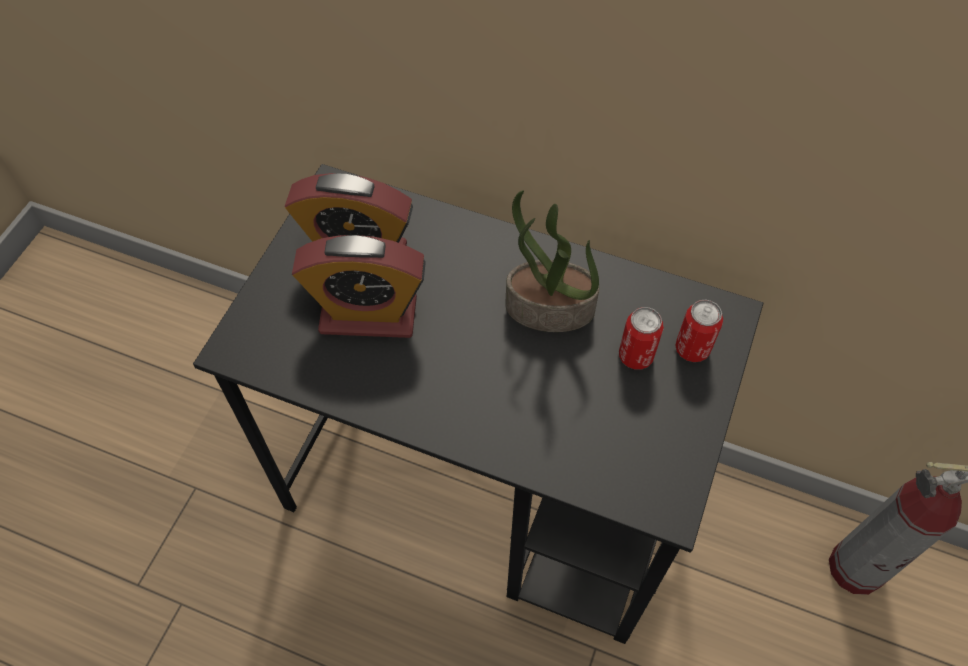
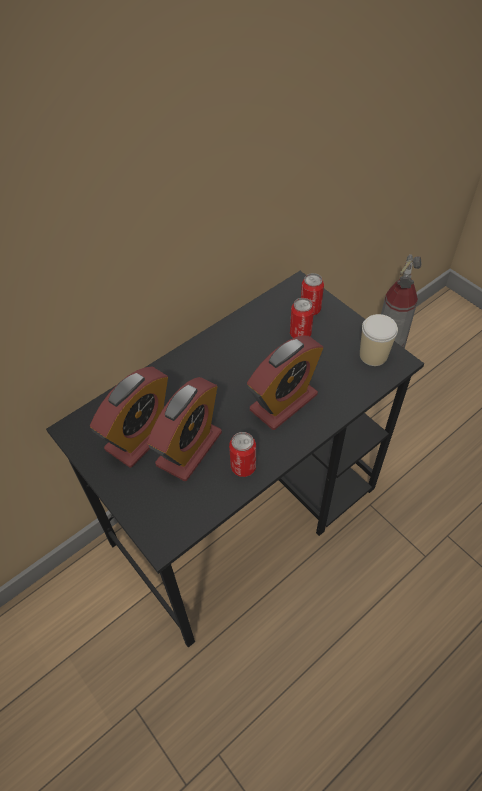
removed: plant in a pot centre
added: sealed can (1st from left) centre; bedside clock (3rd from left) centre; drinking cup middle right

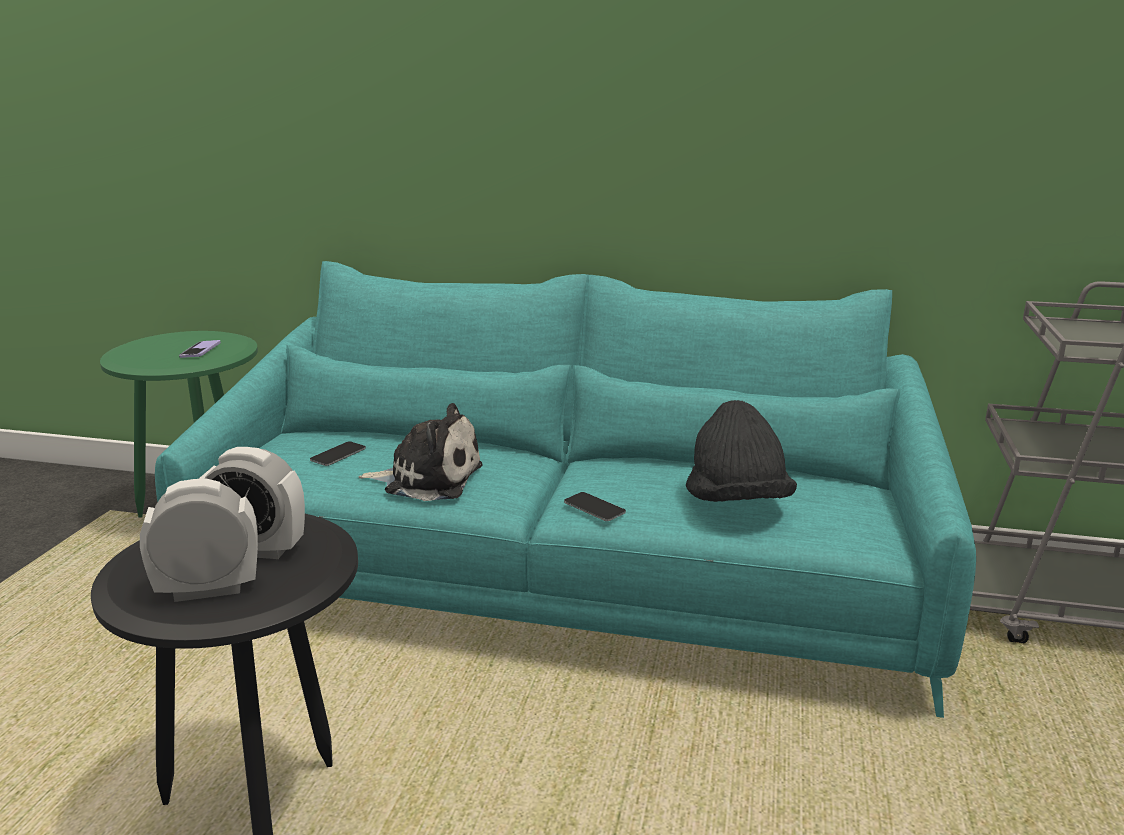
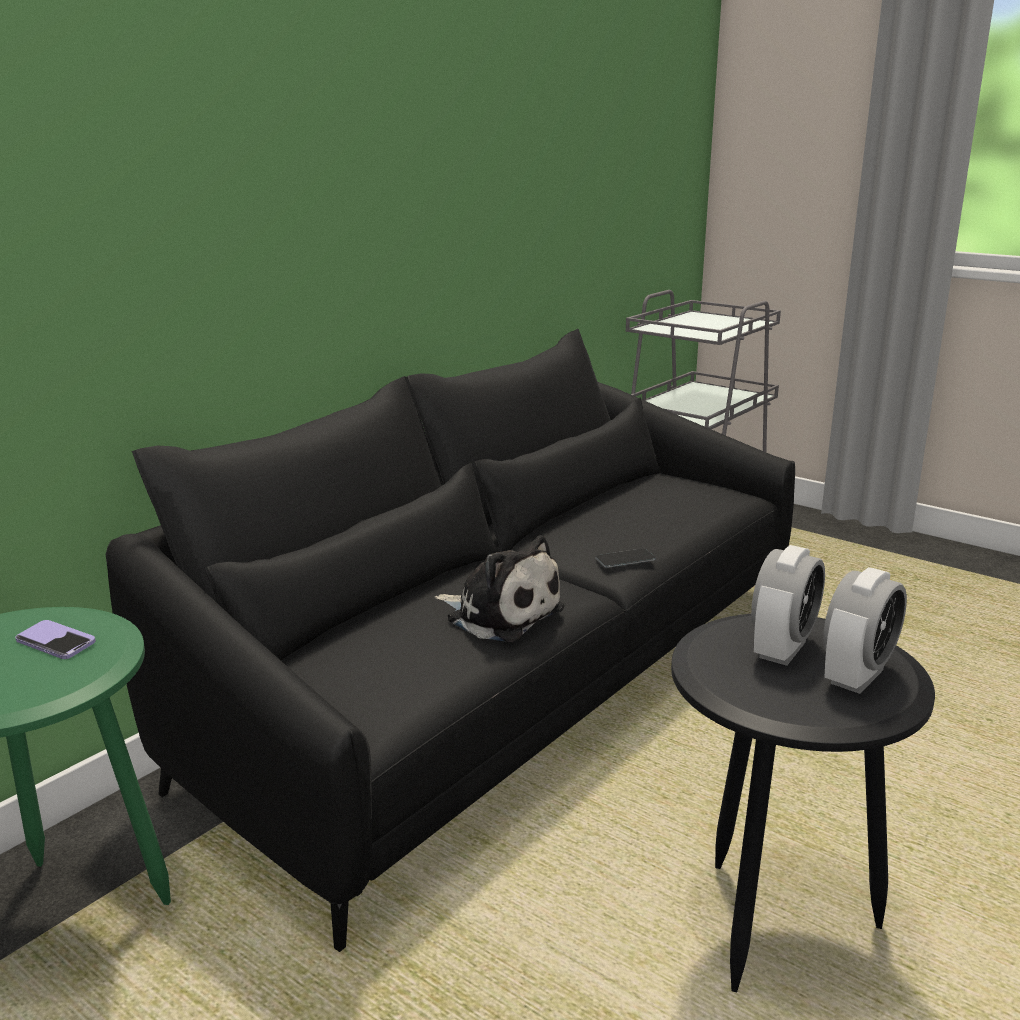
removed: phone (2nd from left) middle left; blackish clothing hat centre
recoloured: turquoise-coloured settee centre to blackish settee centre
turned: bedside clock (1st from left in the first image) middle left = middle right 150 degrees counterclockwise; cuddly toy centre = centre 90 degrees clockwise

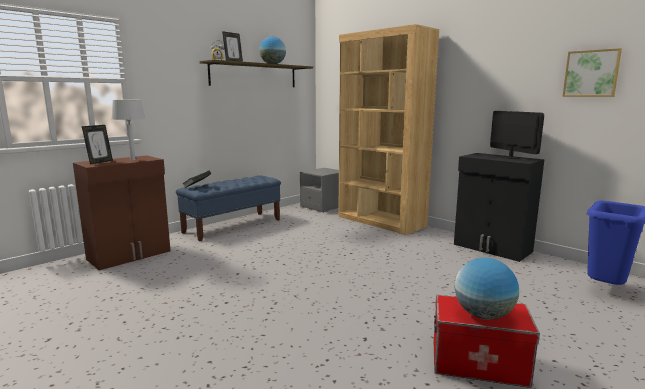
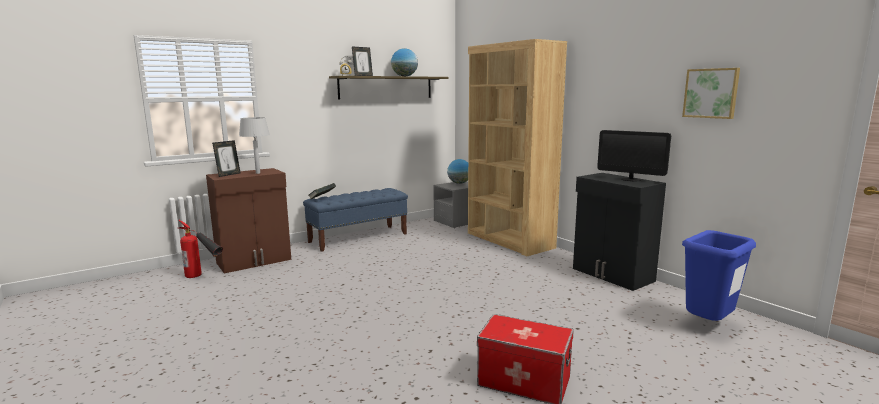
added: fire-fighting cylinder middle left
moved: globe (2nd from left) bottom right to centre
turned: computer display middle right = middle right 135 degrees clockwise

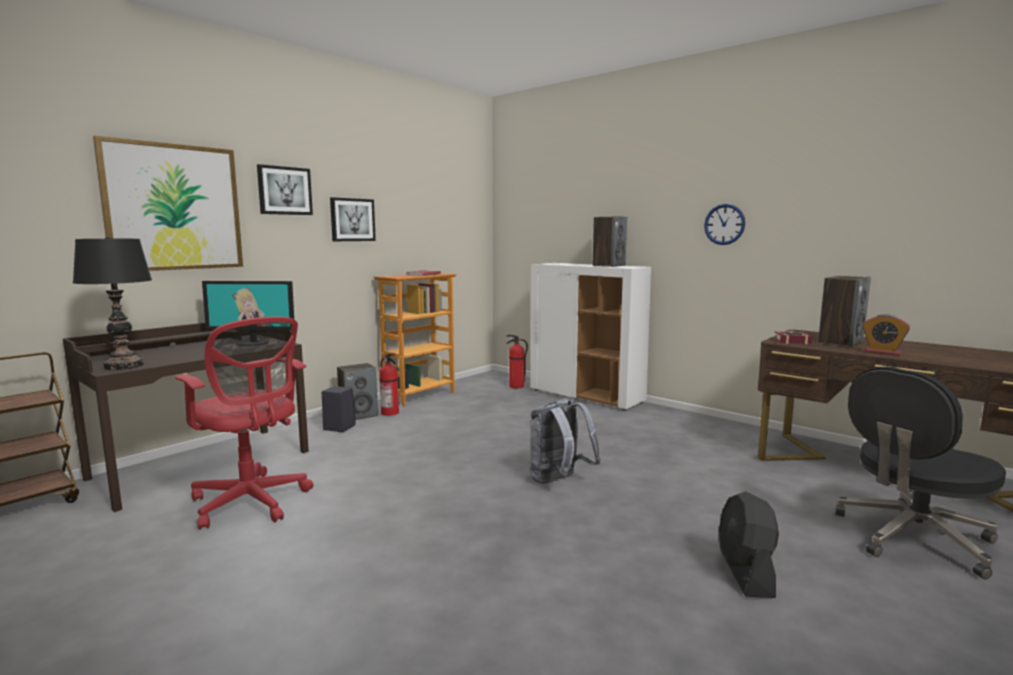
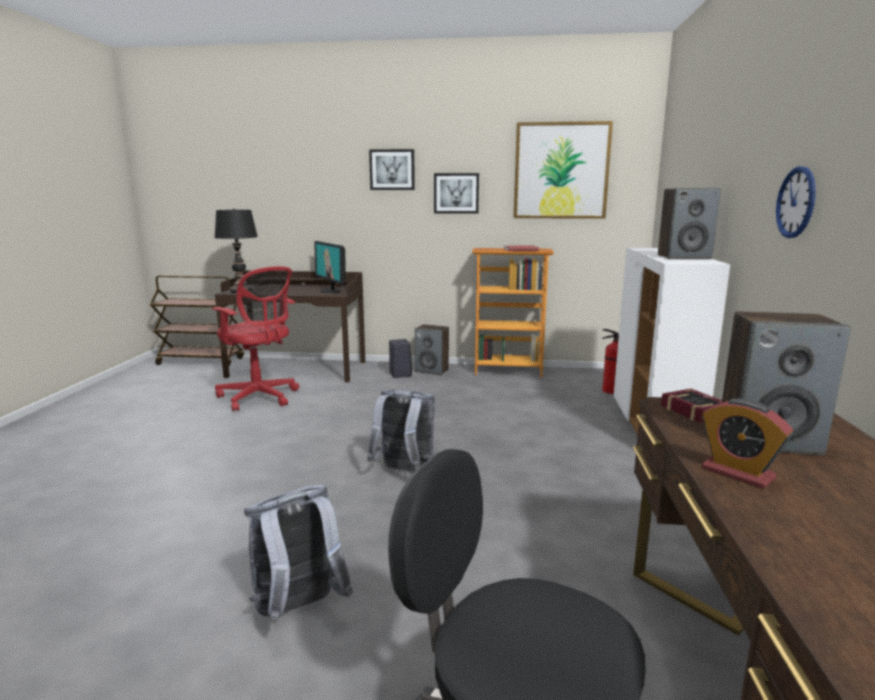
removed: fire-fighting cylinder (1st from left) centre
moved: wall art (1st from left in the first image) top left to wall art (3rd from left) top centre
replaced: blackish cooling fan bottom right to gray backpack (1st from left) bottom centre
turned: reddish computer chair middle left = middle left 60 degrees counterclockwise; bedside clock middle right = middle right 45 degrees counterclockwise

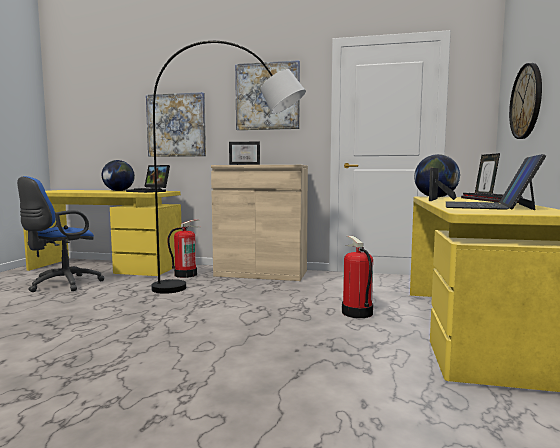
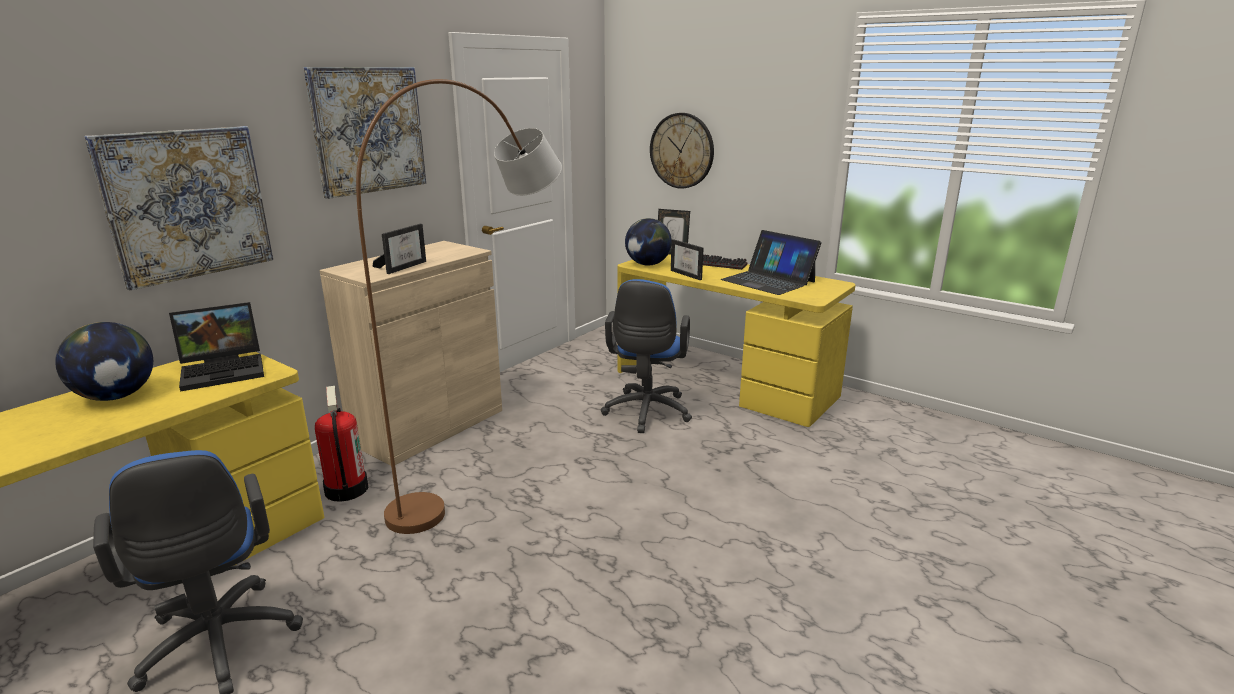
replaced: fire-fighting cylinder (2nd from left) centre to blue-coloured computer chair (2nd from left) centre
recoloured: gray floor lamp centre to brown-coloured floor lamp centre

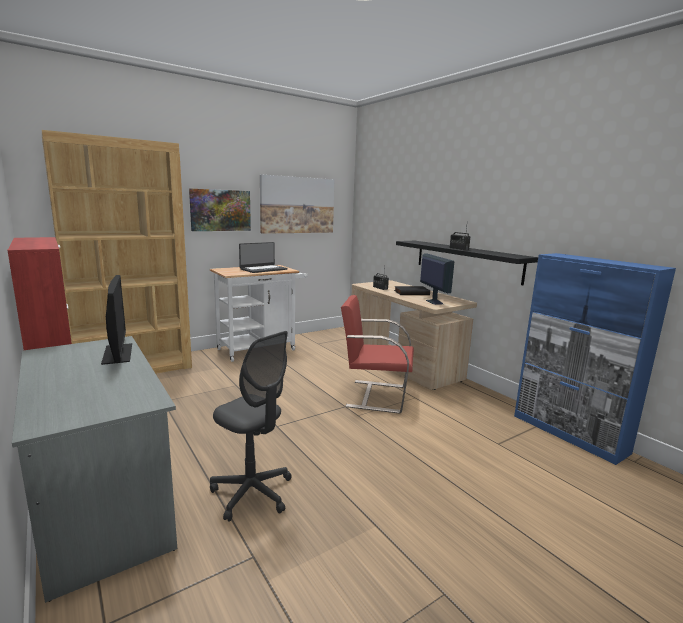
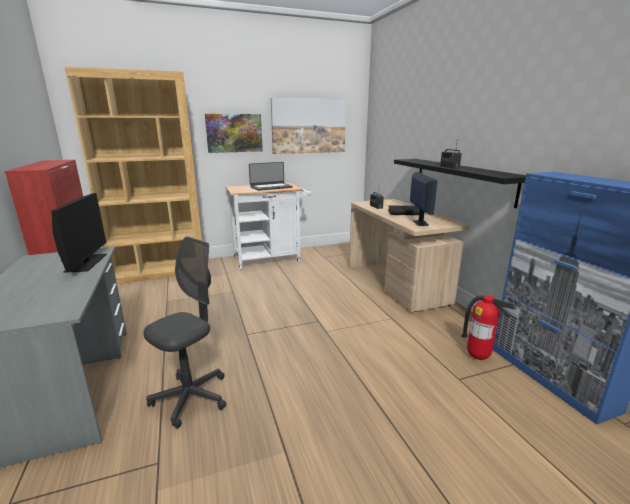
removed: reddish chair centre
added: fire-fighting cylinder middle right
turned: gray computer chair bottom centre = middle left 105 degrees counterclockwise

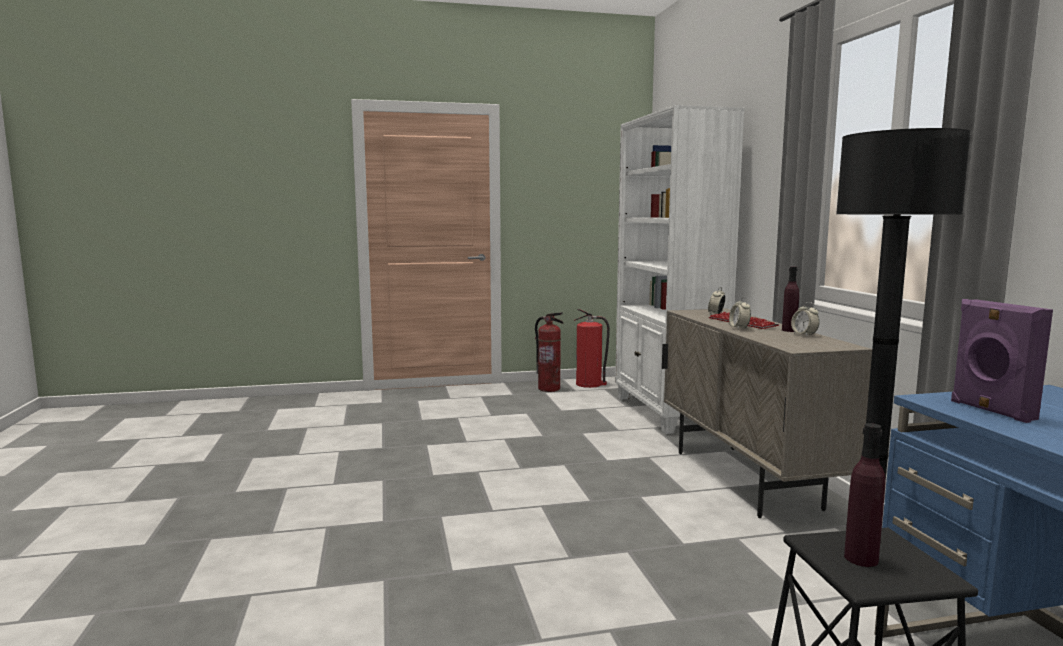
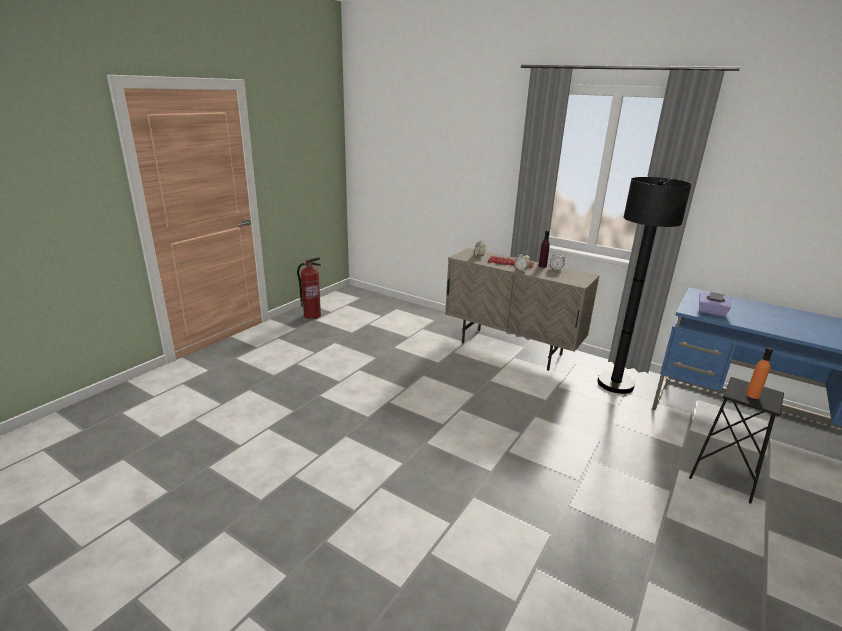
removed: fire-fighting cylinder (2nd from left) centre; white-coloured bookcase centre
replaced: purplish speaker middle right to purplish tissue holder middle right
recoloured: purplish drink bottle (2nd from left) bottom right to orangey drink bottle middle right

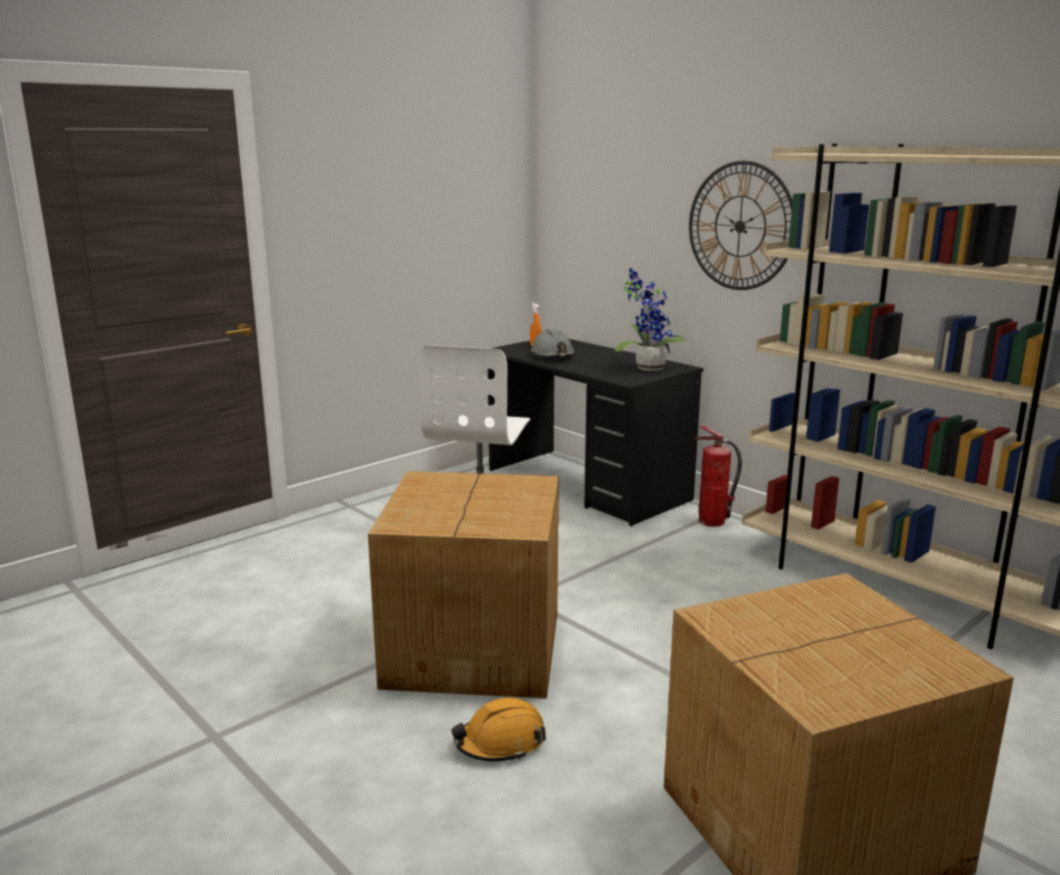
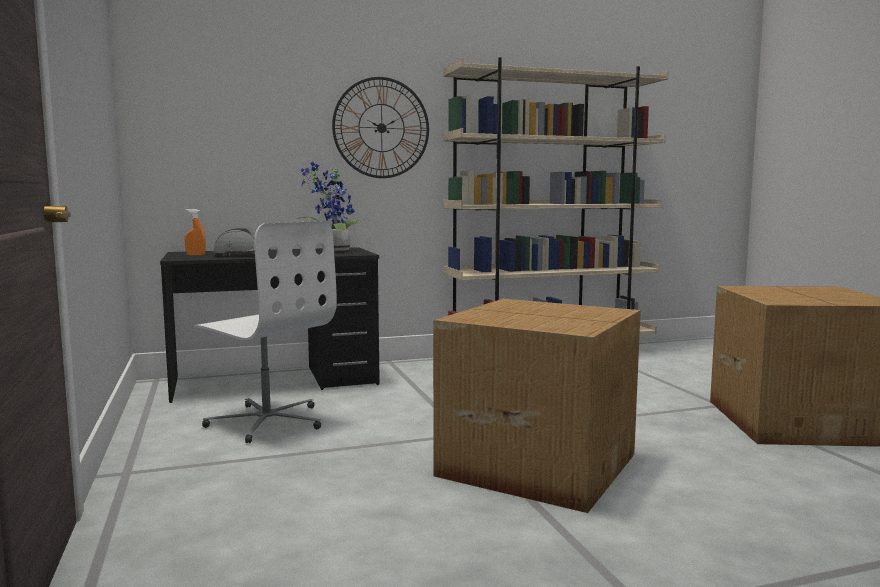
removed: orangey hard hat bottom centre; fire-fighting cylinder middle right

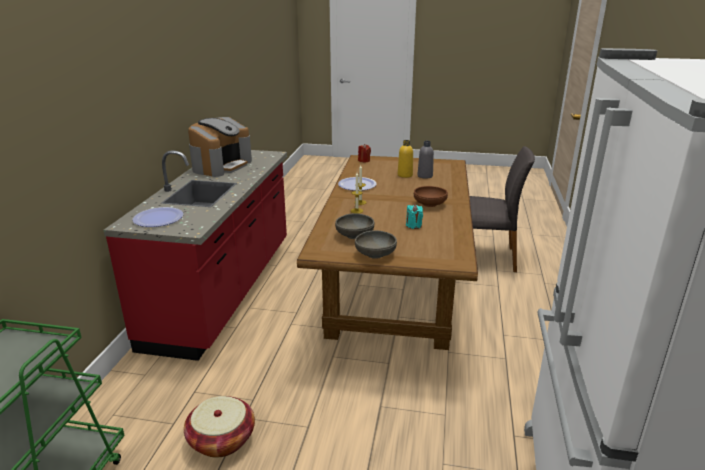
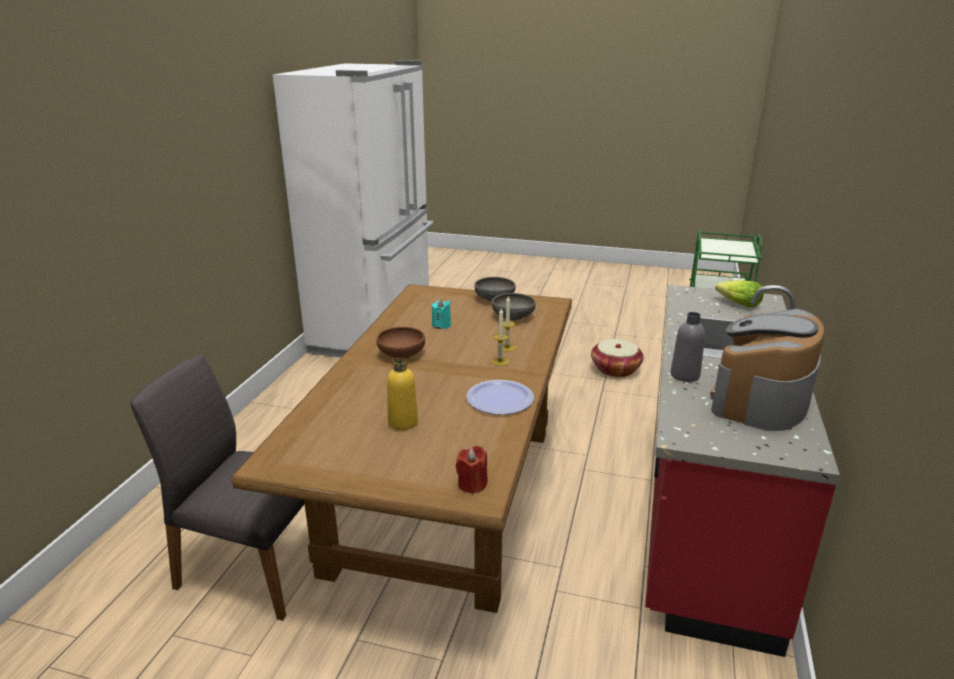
moved: gray drink bottle centre to middle right
replaced: dinner plate (1st from left) middle left to head of lettuce middle right

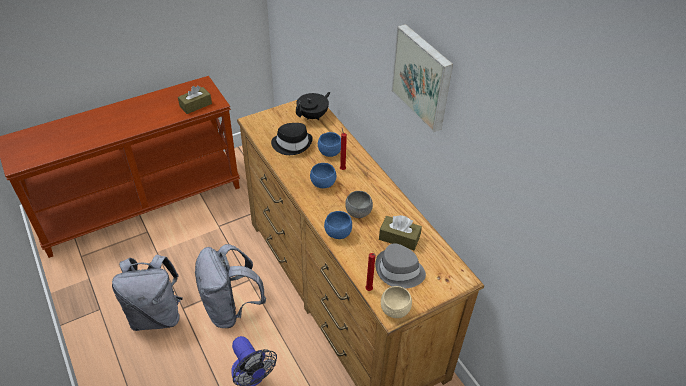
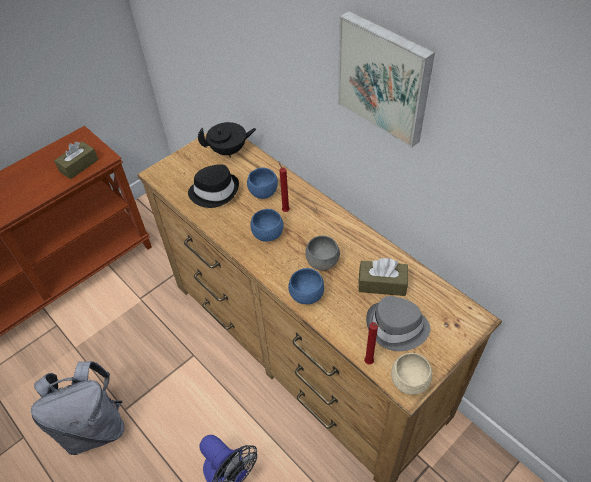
removed: gray backpack (2nd from left) bottom centre
turned: blackish tea pot top centre = top centre 45 degrees clockwise

